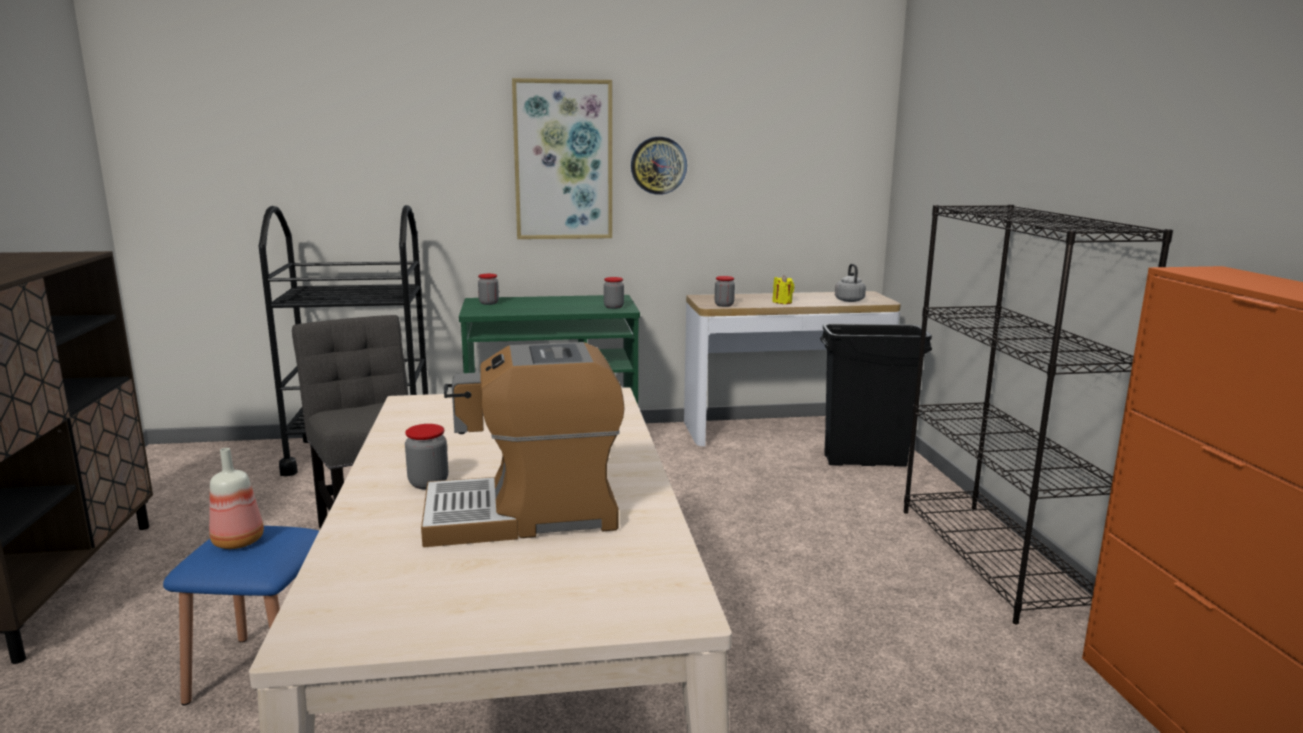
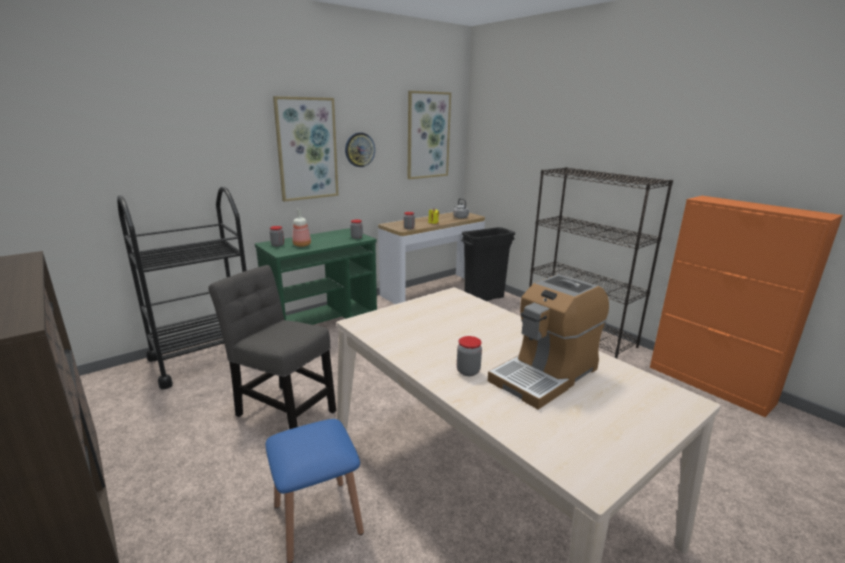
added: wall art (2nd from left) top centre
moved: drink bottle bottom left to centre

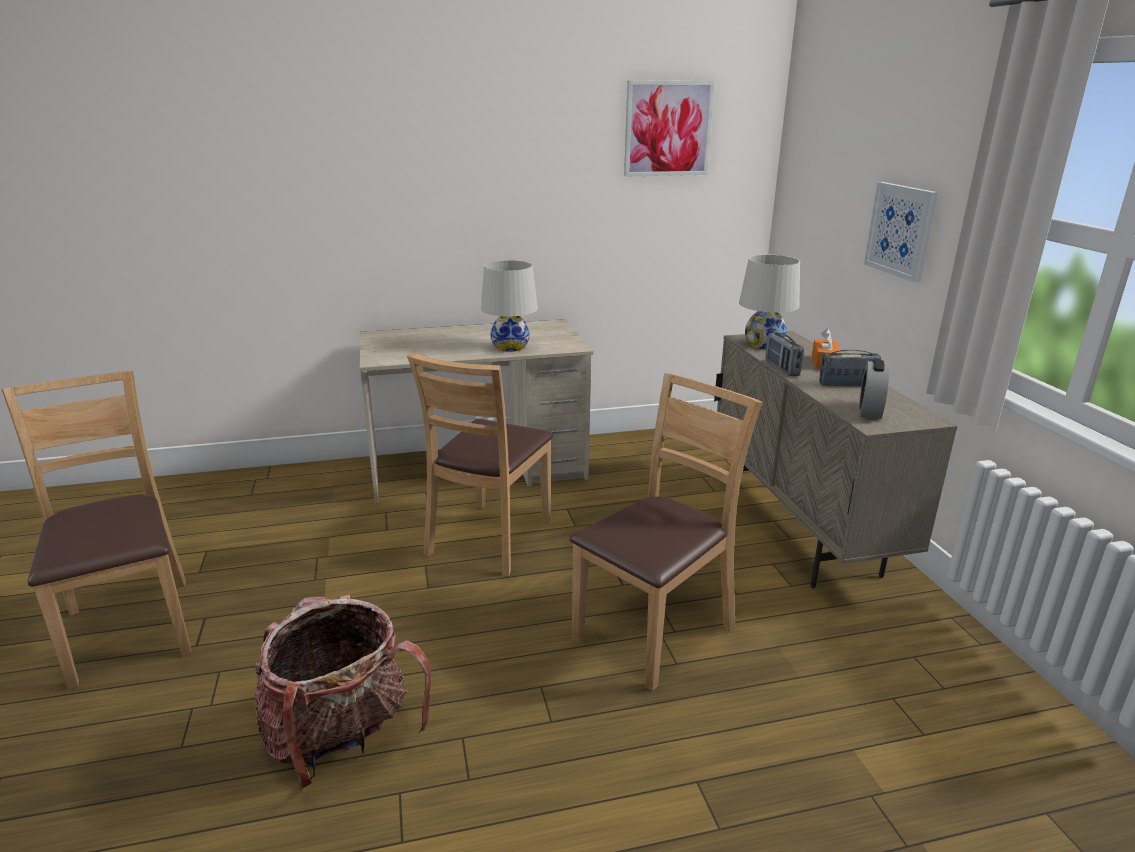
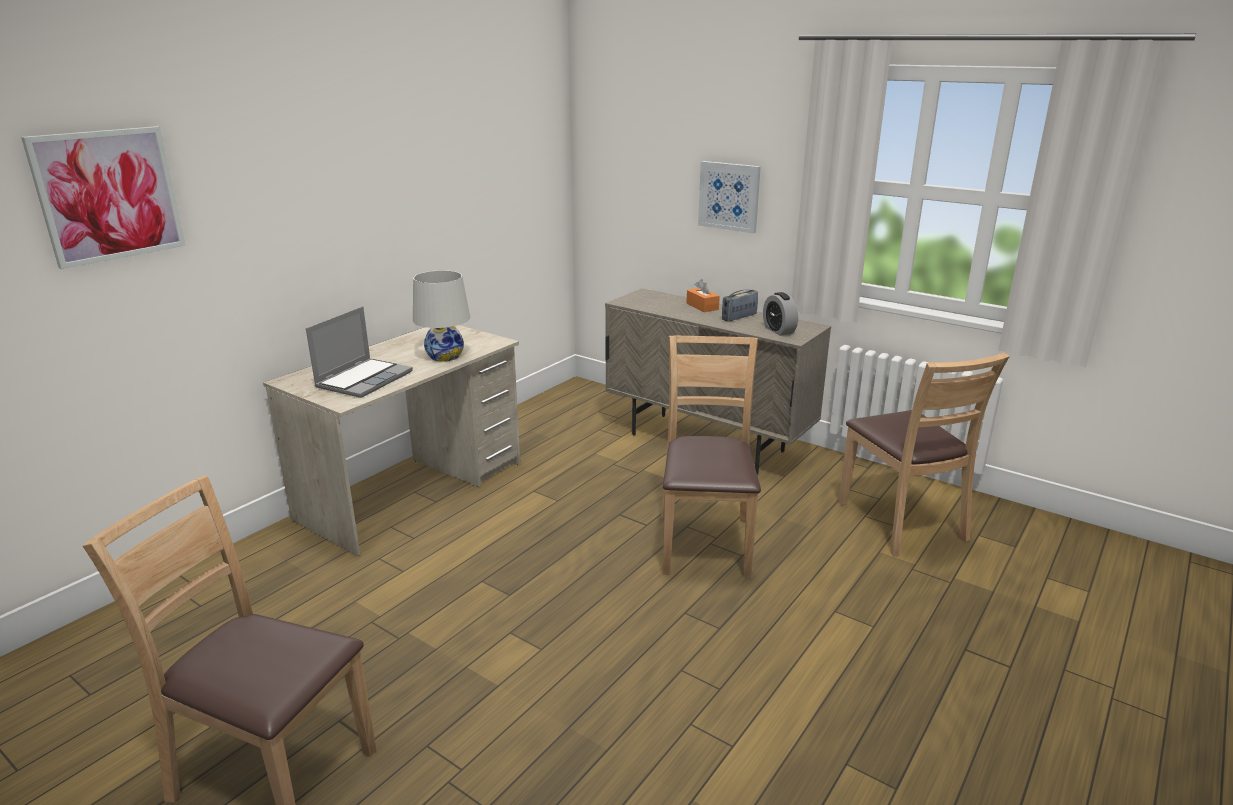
removed: backpack bottom left; white-coloured lamp for a table (2nd from left) middle right; radio (1st from left) middle right
added: notebook computer middle left
moved: brown-coloured chair (2nd from left in the first image) centre to brown-coloured chair (3rd from left) middle right; wall art (1st from left) top centre to top left

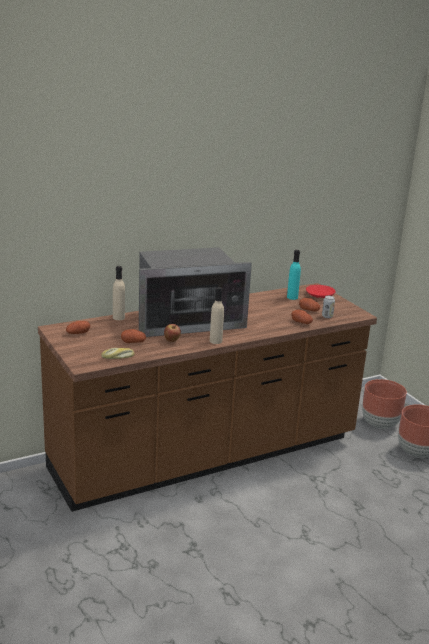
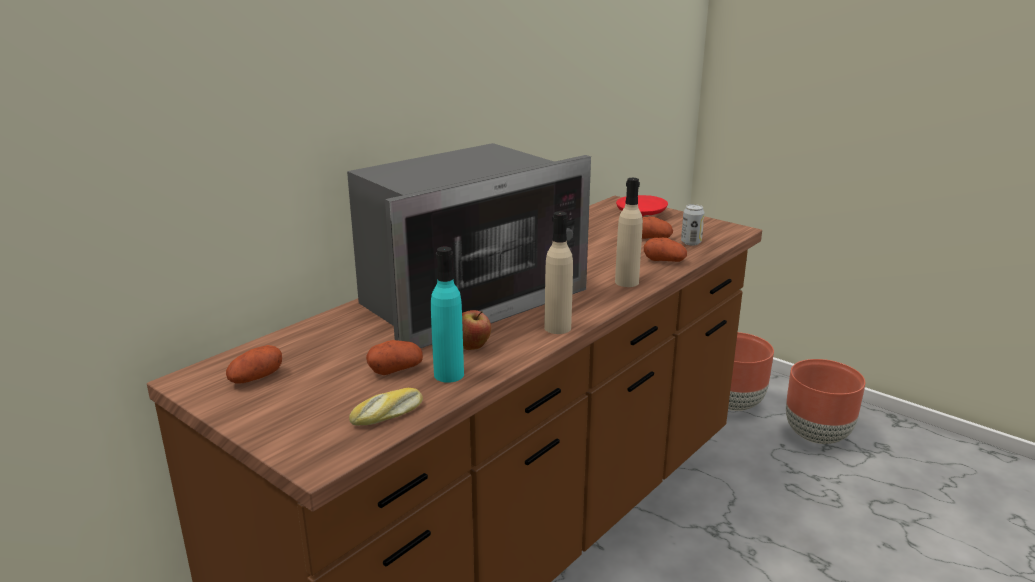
moved: beige-coloured drink bottle (1st from left in the first image) middle left to beige-coloured drink bottle (2nd from left) centre; turquoise-coloured drink bottle middle right to centre

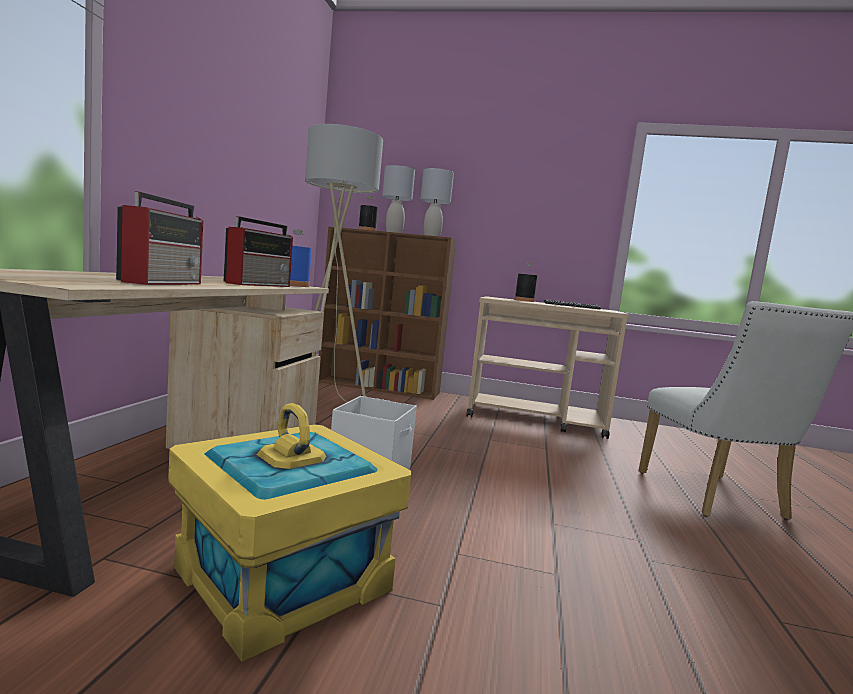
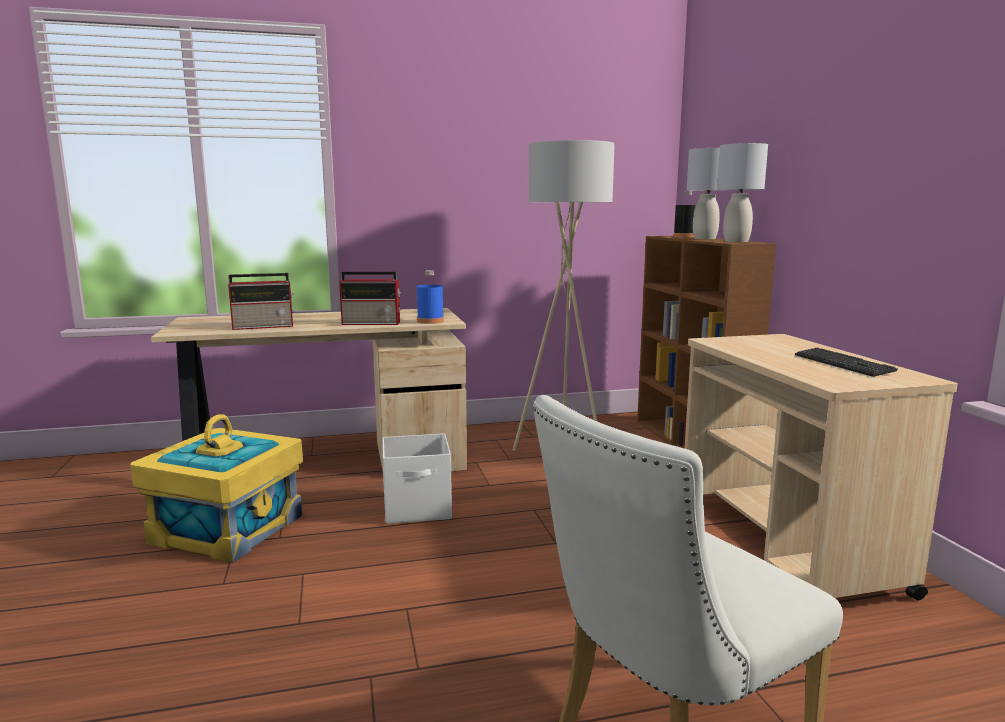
removed: blackish drink bottle (2nd from left) centre

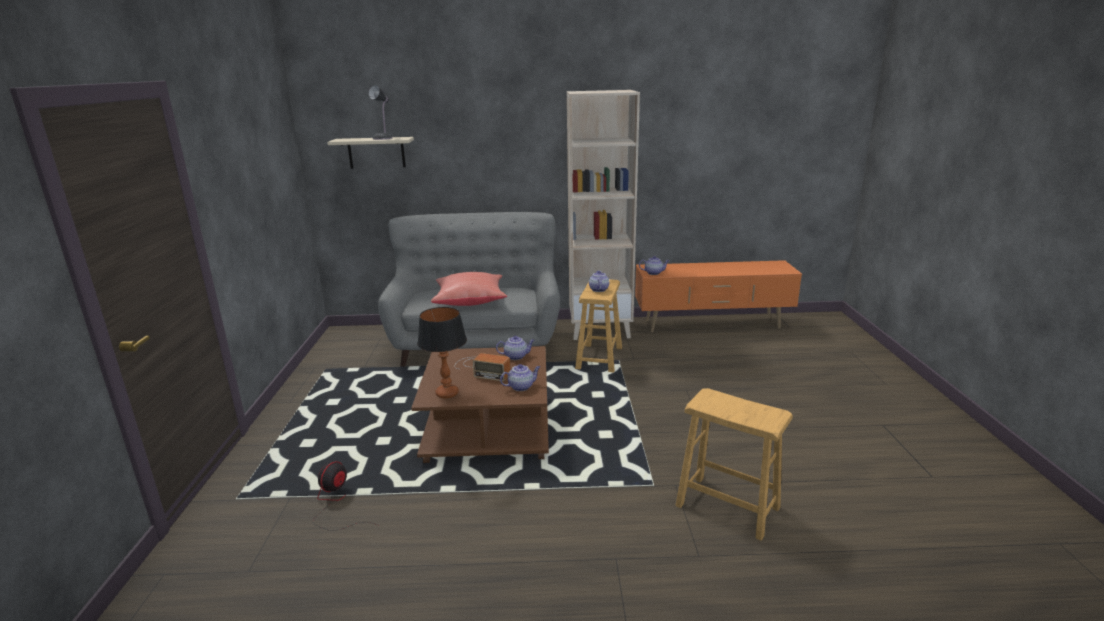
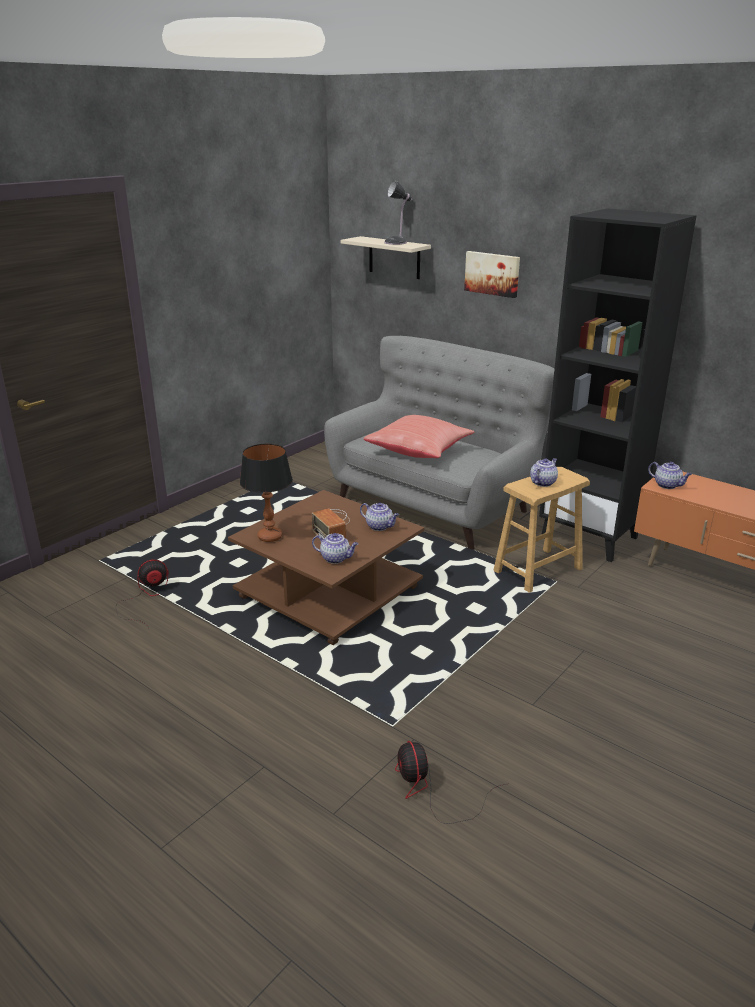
added: wall art top centre
replaced: brown-coloured stool (2nd from left) bottom centre to cooling fan (2nd from left) bottom centre
recoloured: beige-coloured bookcase centre to blackish bookcase middle right

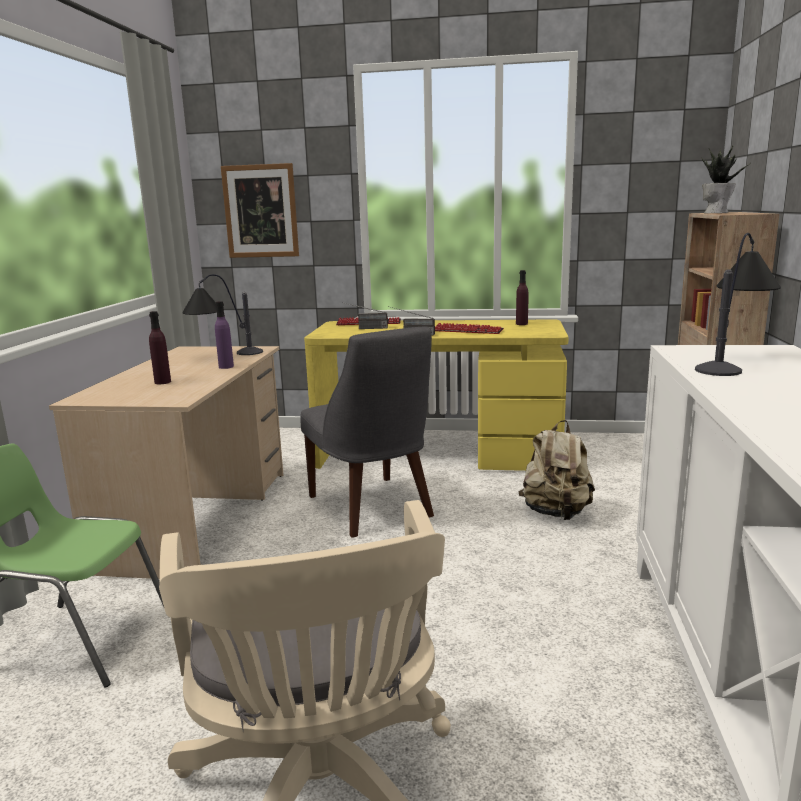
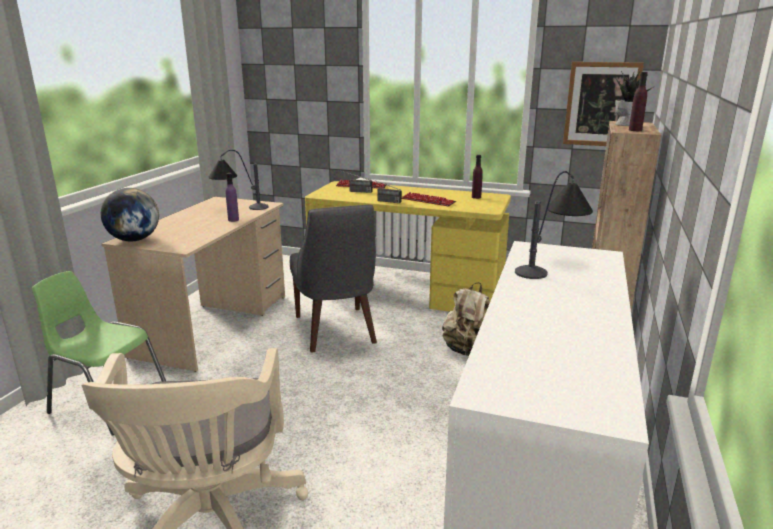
added: globe middle left
moved: purplish drink bottle (1st from left in the first image) middle left to purplish drink bottle (3rd from left) top right; wall art top left to top right

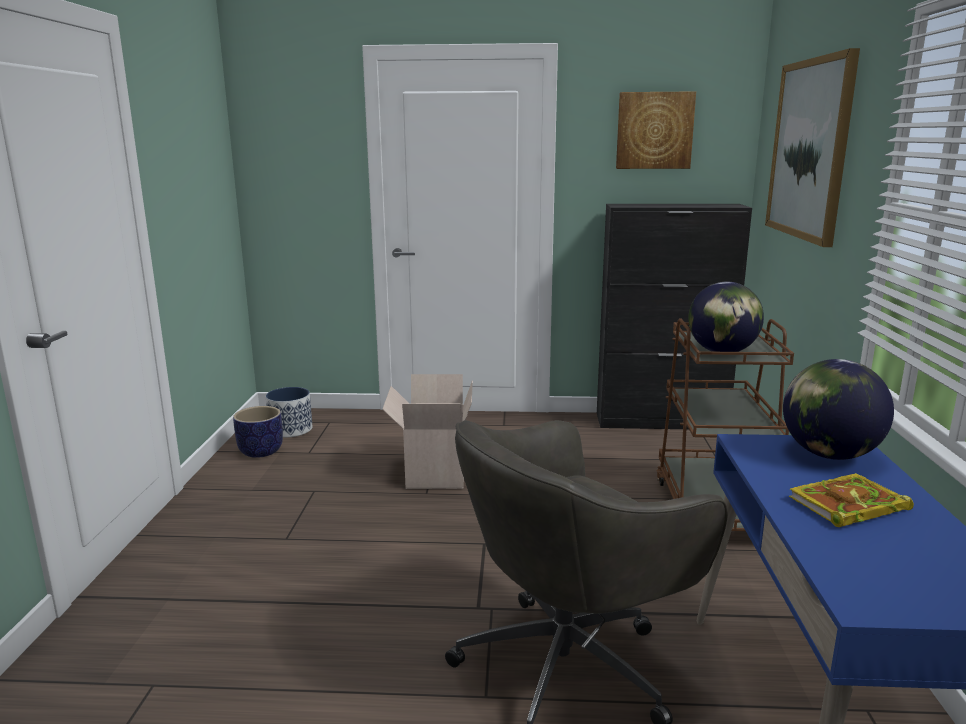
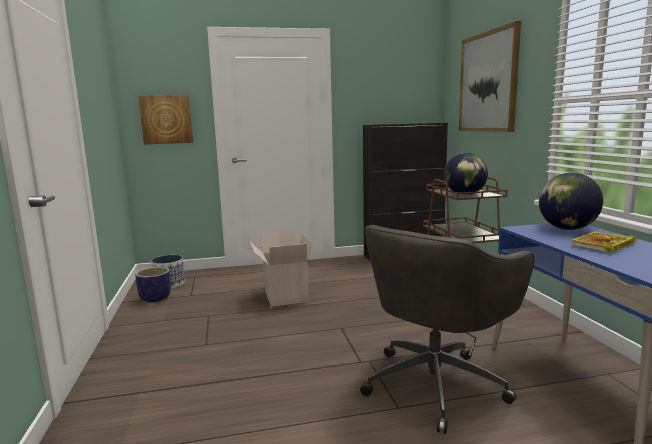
moved: wall art (1st from left) top right to top left

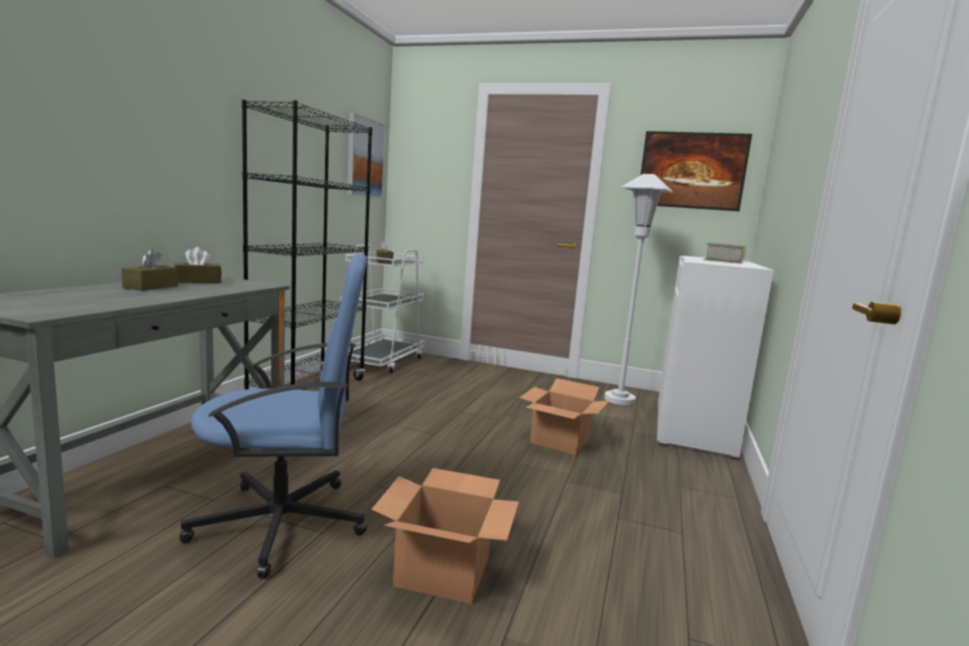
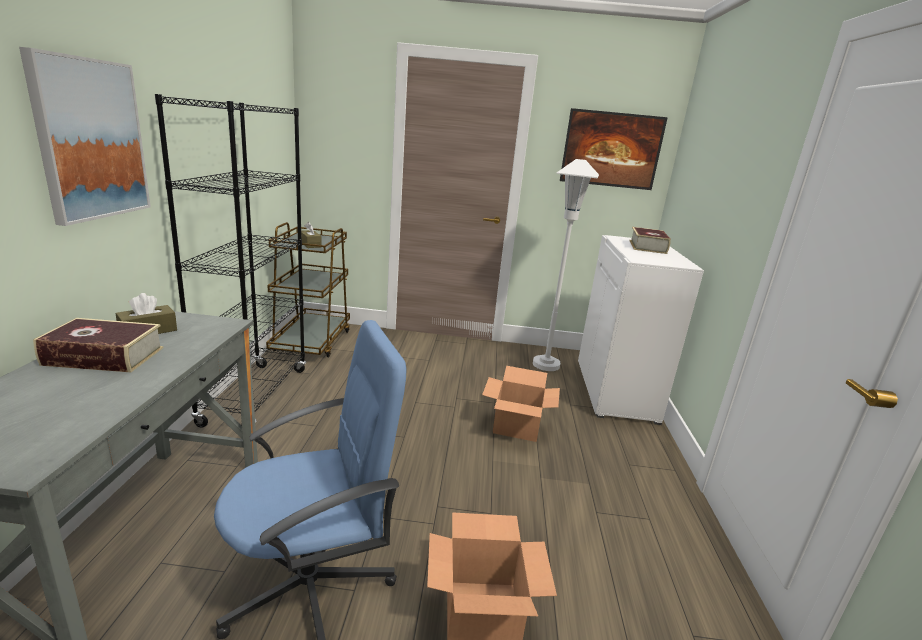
moved: wall art (1st from left) top centre to top left
replaced: brown-coloured tissue holder (1st from left) middle left to bound book (1st from left) middle left
recoloured: white-coloured wheeled cart centre to brown-coloured wheeled cart centre

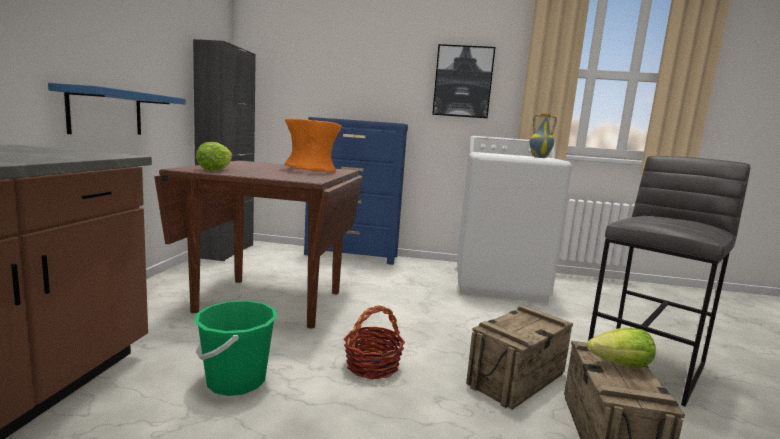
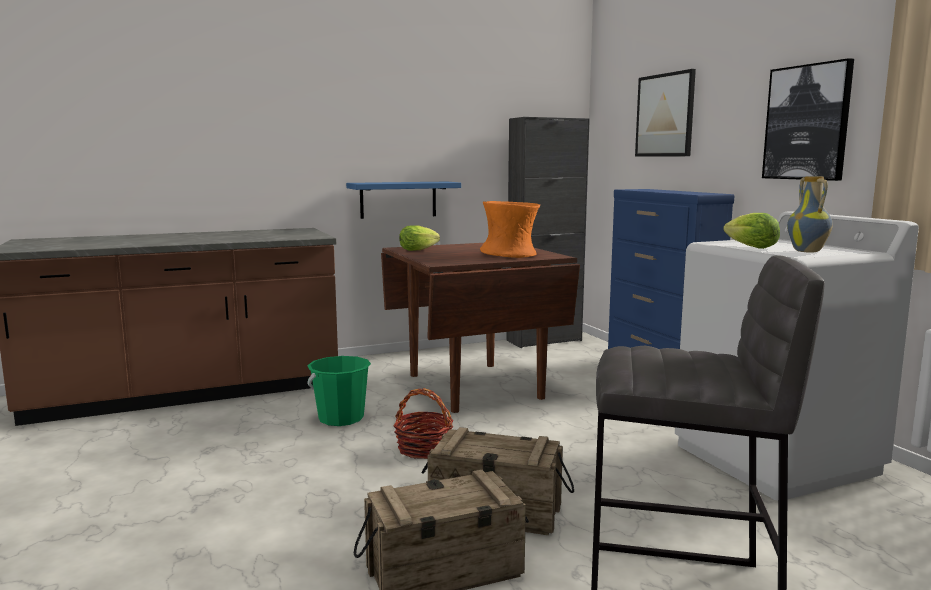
added: wall art (1st from left) top right
moved: head of lettuce (2nd from left) bottom right to middle right

